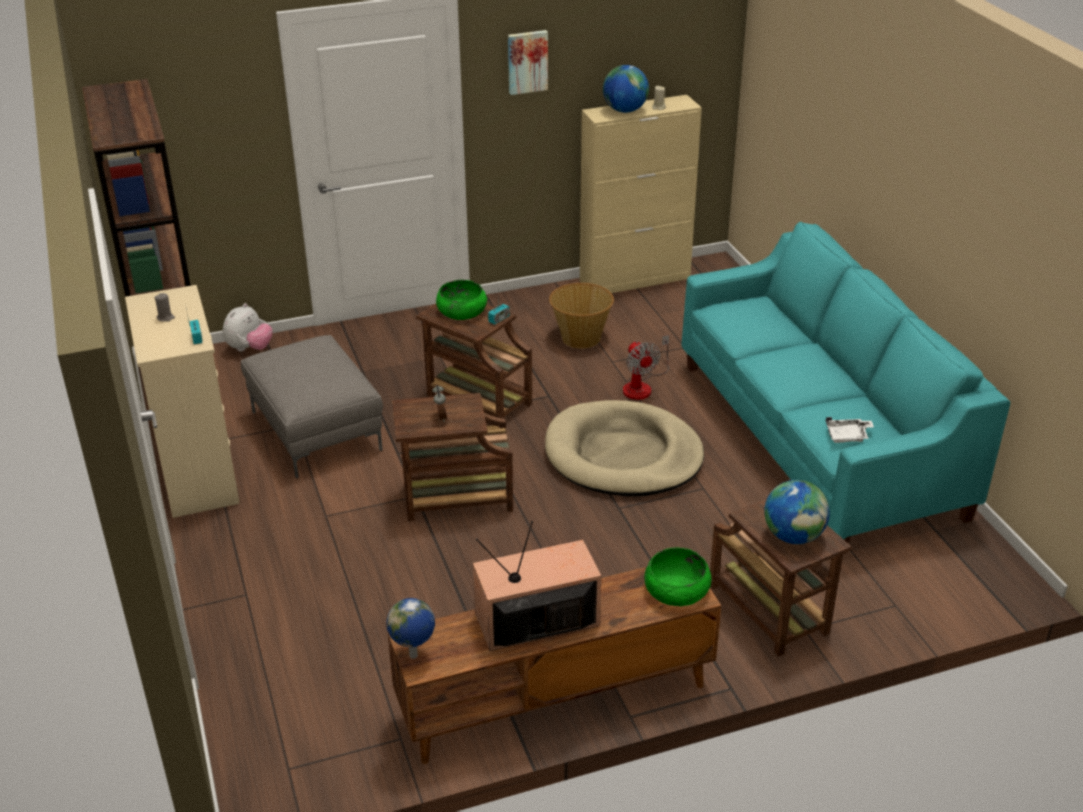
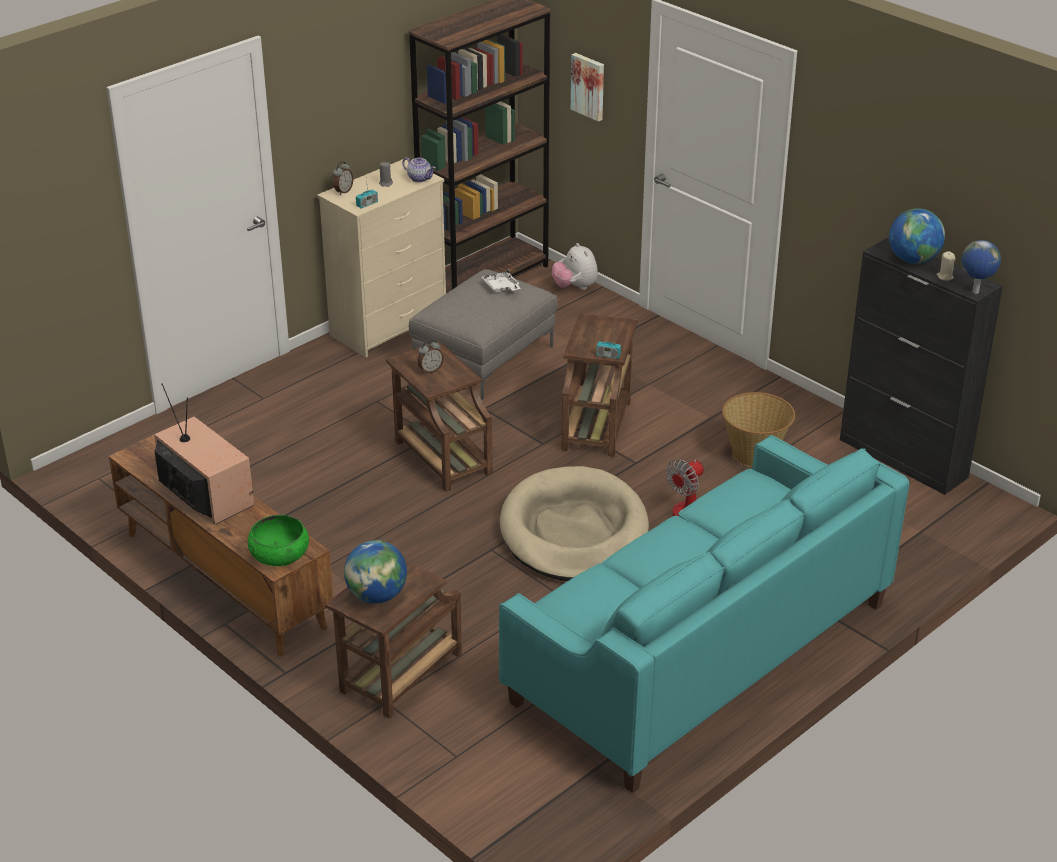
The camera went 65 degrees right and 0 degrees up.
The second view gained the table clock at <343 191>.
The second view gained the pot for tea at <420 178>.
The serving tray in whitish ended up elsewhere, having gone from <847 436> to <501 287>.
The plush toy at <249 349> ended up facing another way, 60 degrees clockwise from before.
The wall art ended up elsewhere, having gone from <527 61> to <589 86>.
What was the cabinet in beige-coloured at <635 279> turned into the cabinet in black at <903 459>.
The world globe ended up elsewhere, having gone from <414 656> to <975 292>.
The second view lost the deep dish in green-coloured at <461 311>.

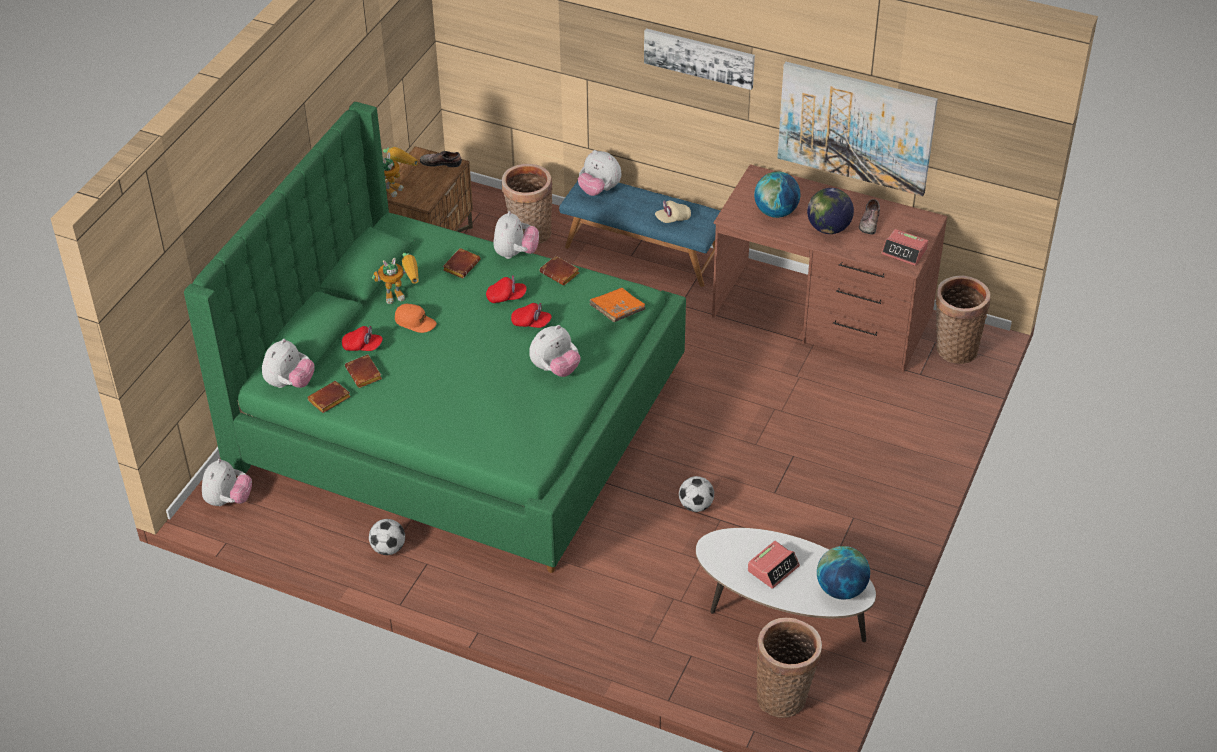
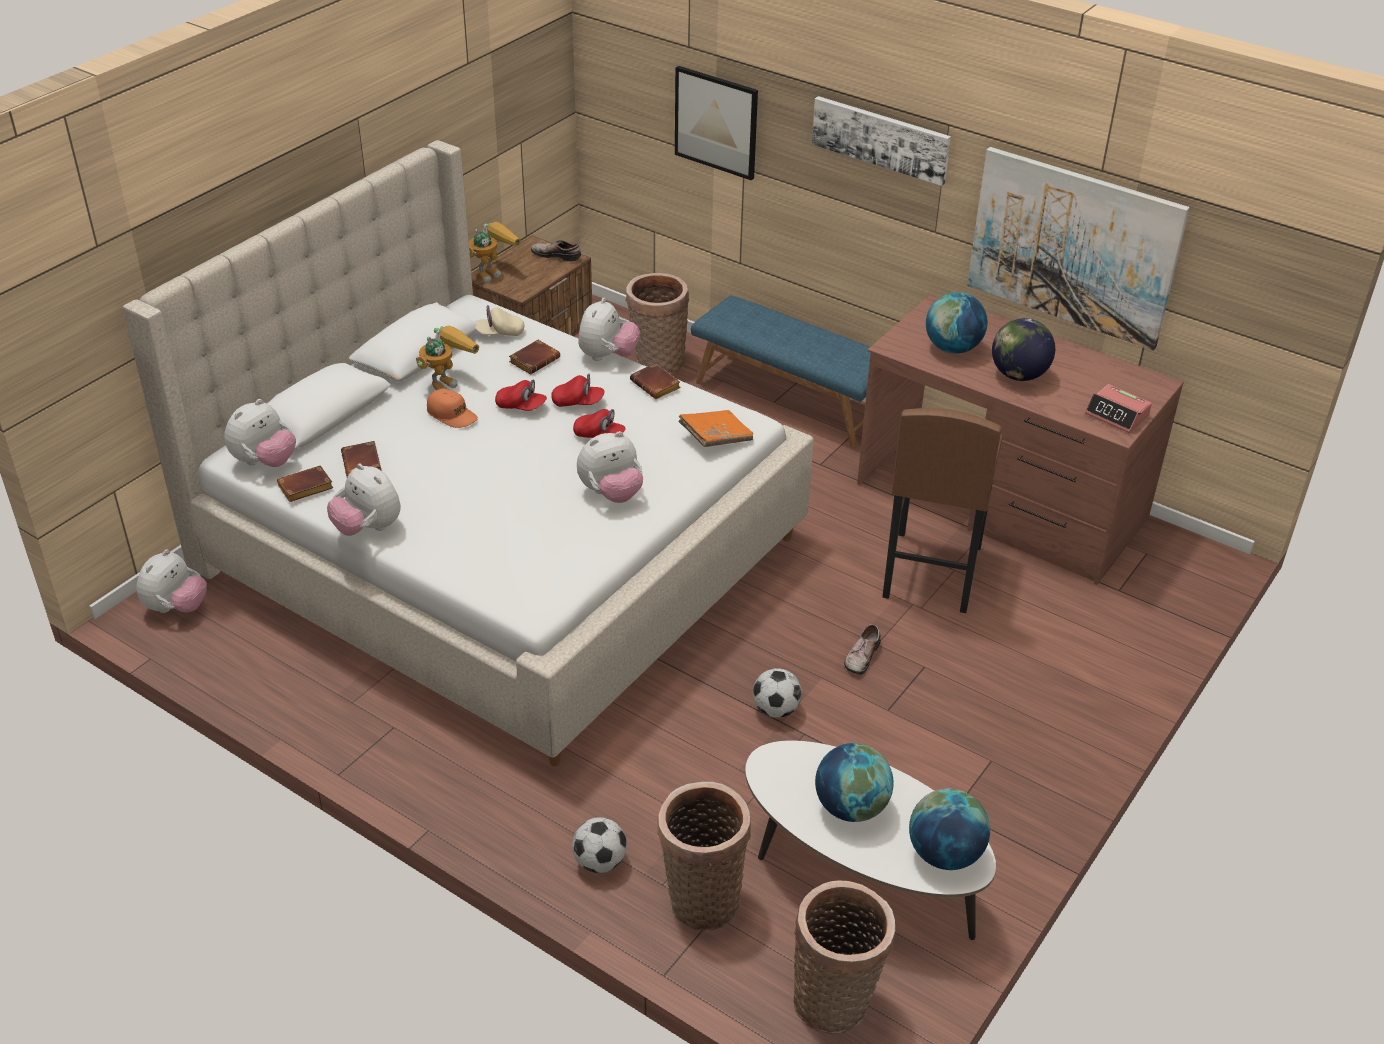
The camera went 10 degrees right and 5 degrees down.
What was the sleeping bed in green-coloured at <457 415> turned into the sleeping bed in beige-coloured at <499 550>.
The plush toy ended up elsewhere, having gone from <599 190> to <368 528>.
The robot figure at <401 294> ended up facing another way, 45 degrees counterclockwise from before.
The cap in beige-coloured ended up elsewhere, having gone from <673 219> to <499 333>.
The cap in red ended up elsewhere, having gone from <362 346> to <521 407>.
The football ball ended up elsewhere, having gone from <388 548> to <600 862>.
The basket ended up elsewhere, having gone from <954 348> to <701 898>.
The second view gained the wall art at <716 122>.
Where the table clock stood at <773 568>, the world globe came to stand at <851 807>.
The shoe ended up elsewhere, having gone from <868 222> to <861 656>.
The second view gained the stool in brown-coloured at <930 572>.

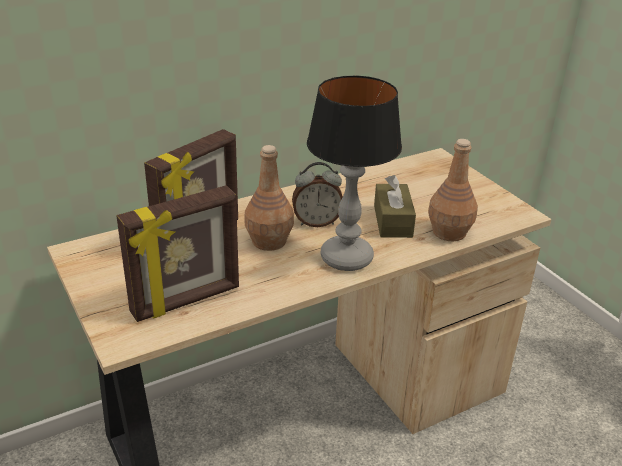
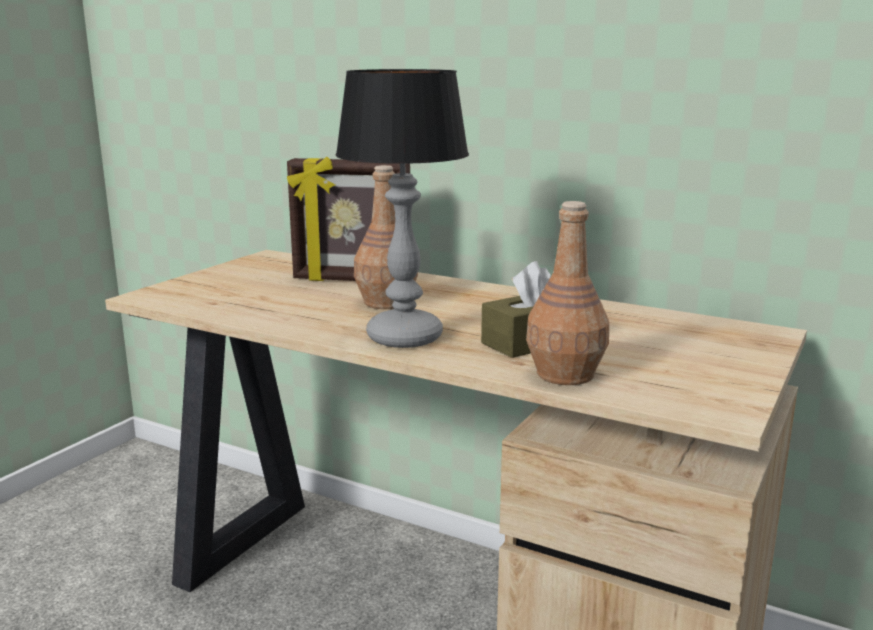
The camera went 60 degrees right and 15 degrees down.
The second view lost the standing frame at <186 301>.
The second view lost the table clock at <316 222>.

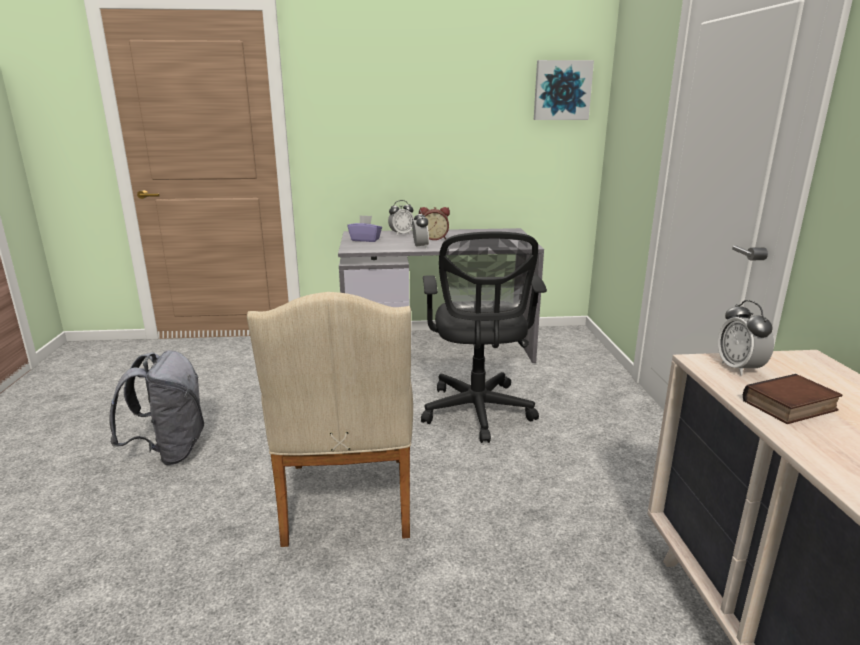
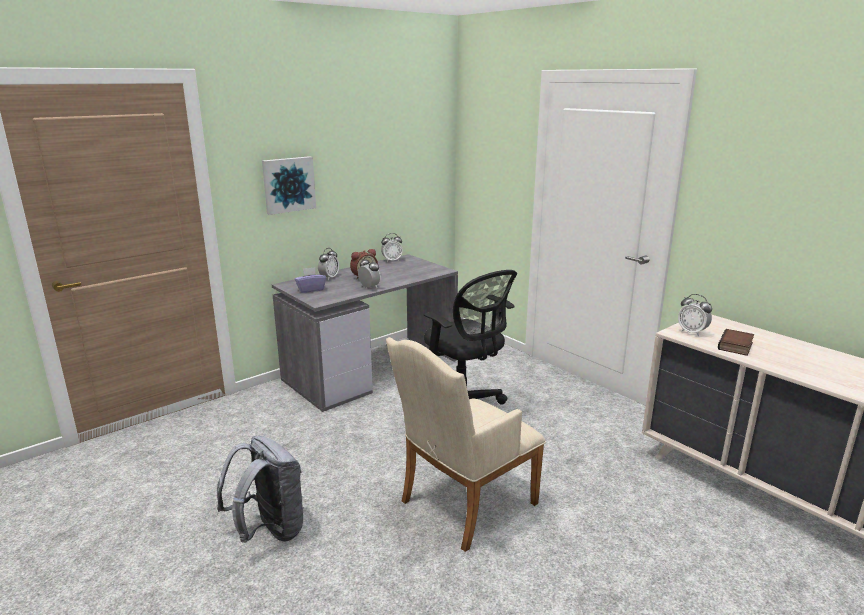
The camera went 35 degrees left and 0 degrees up.
The wall art ended up elsewhere, having gone from <562 90> to <288 184>.
The second view gained the table clock at <392 260>.
The lounge chair in beige-coloured at <346 505> ended up facing another way, 90 degrees clockwise from before.

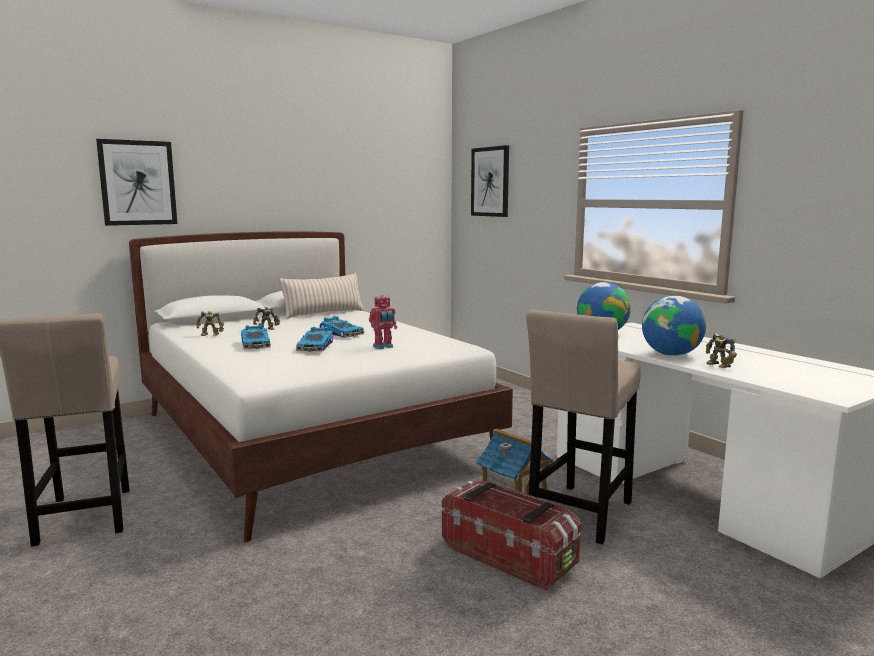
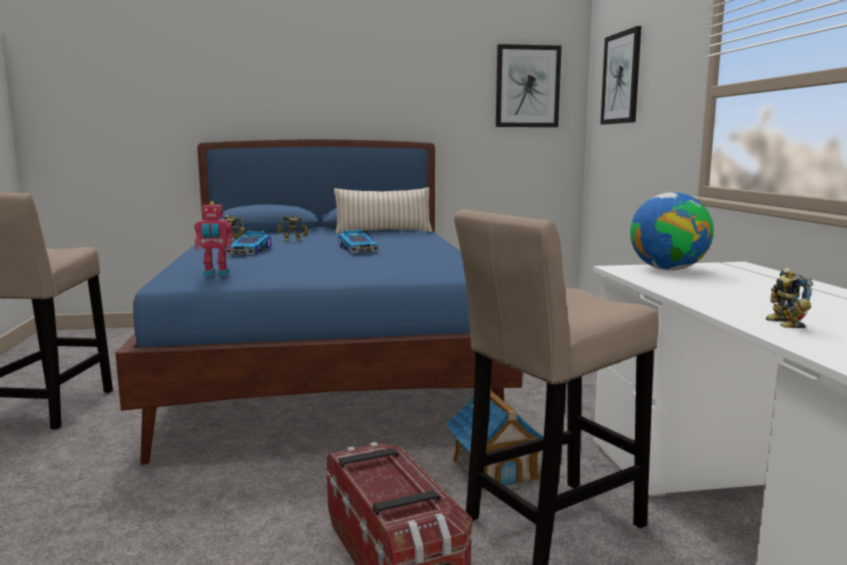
The camera went 25 degrees right and 0 degrees up.
What was the sleeping bed in whitish at <309 438> turned into the sleeping bed in blue-coloured at <328 369>.
The robot figure ended up elsewhere, having gone from <383 347> to <215 274>.
The wall art ended up elsewhere, having gone from <138 183> to <527 86>.
The second view lost the miniature car at <316 346>.
The second view lost the world globe at <670 354>.

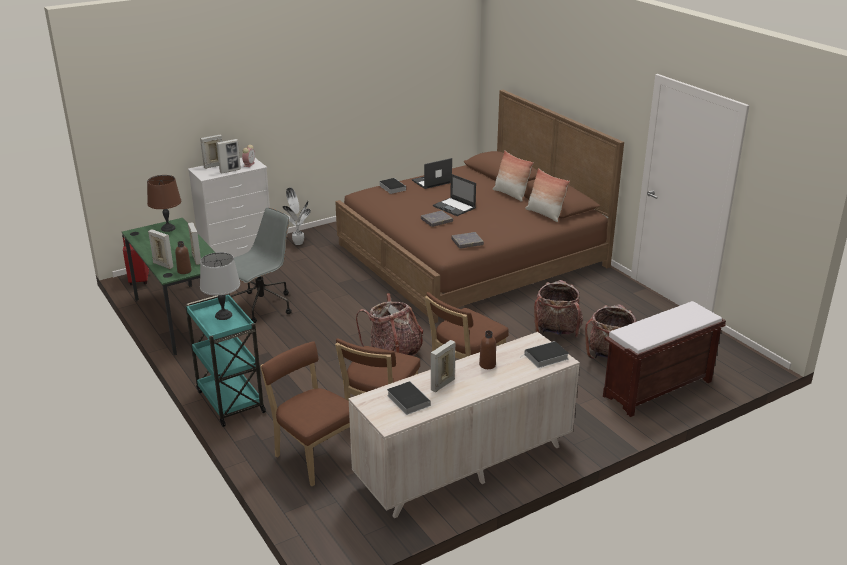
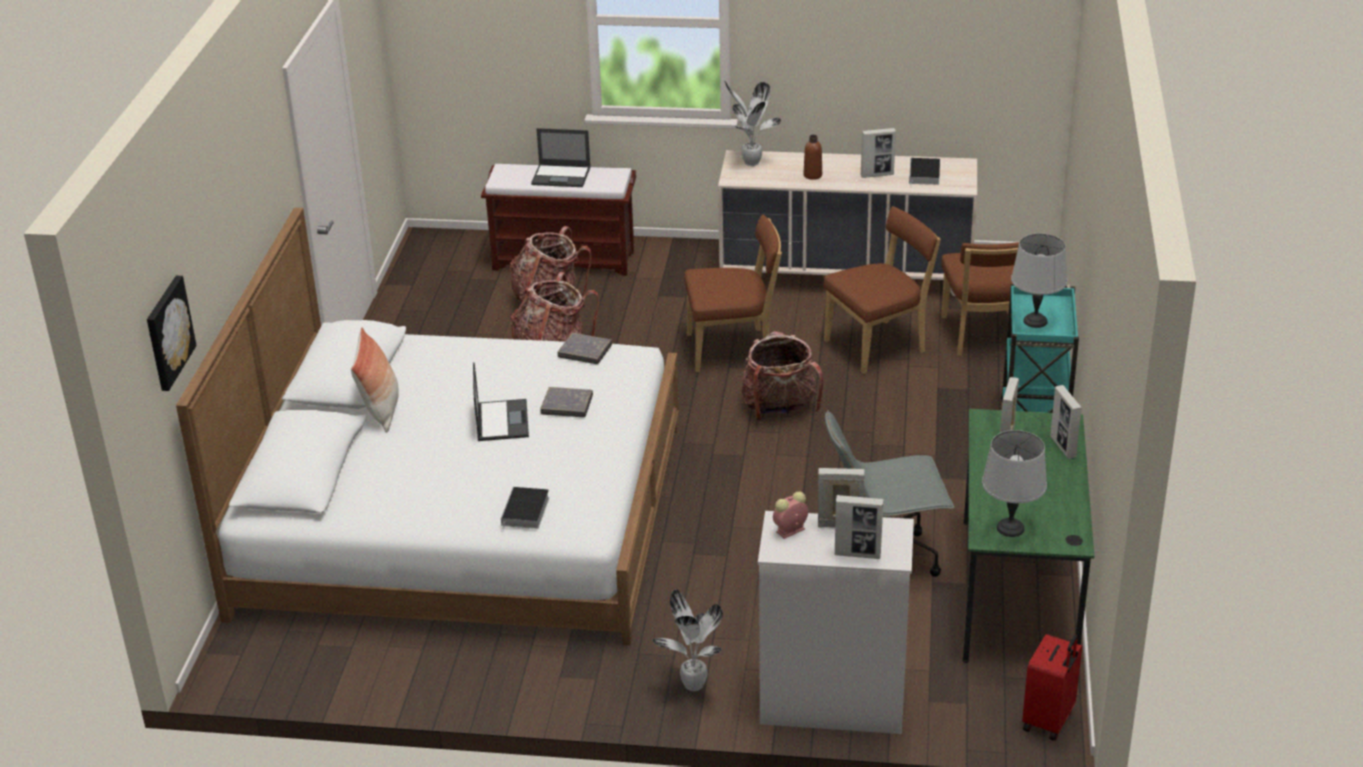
The camera went 140 degrees left and 5 degrees up.
The second view gained the wall art at <167 332>.
What was the sleeping bed in brown-coloured at <471 255> turned into the sleeping bed in whitish at <463 517>.
The notebook computer ended up elsewhere, having gone from <431 181> to <562 176>.
Where the volume stood at <545 357>, the plant in a pot came to stand at <750 163>.
What was the tabletop lamp in brown-coloured at <168 228> turned into the tabletop lamp in greyish at <1009 528>.
The second view lost the beverage bottle in brown-coloured at <184 271>.
The second view lost the pillow at <544 214>.

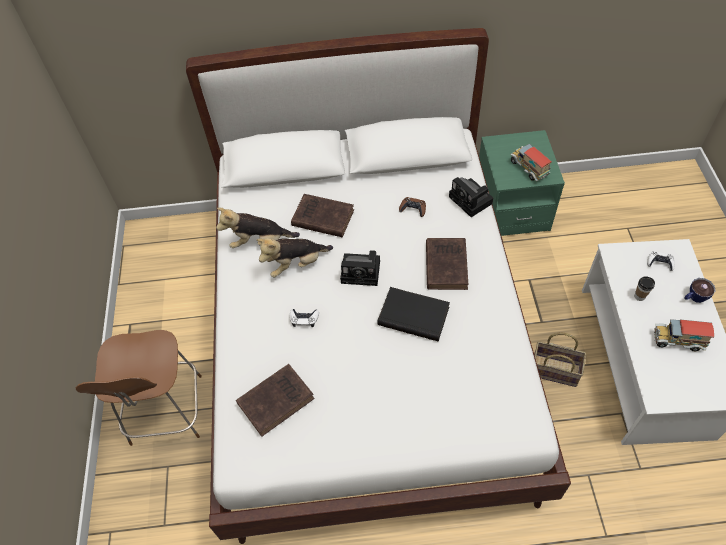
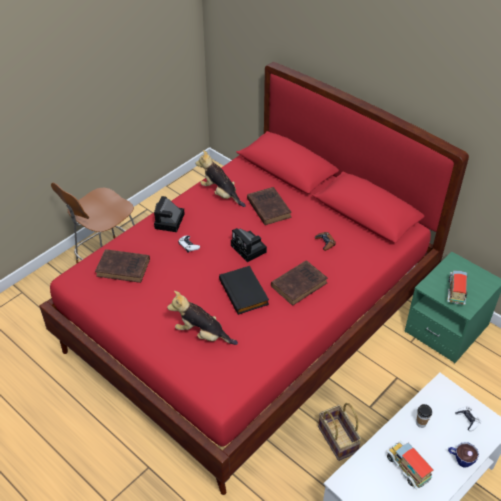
The camera went 45 degrees right and 10 degrees down.
What was the sleeping bed in whitish at <369 340> turned into the sleeping bed in red at <251 321>.
The still camera ended up elsewhere, having gone from <472 201> to <169 222>.
The plush toy ended up elsewhere, having gone from <296 264> to <202 334>.

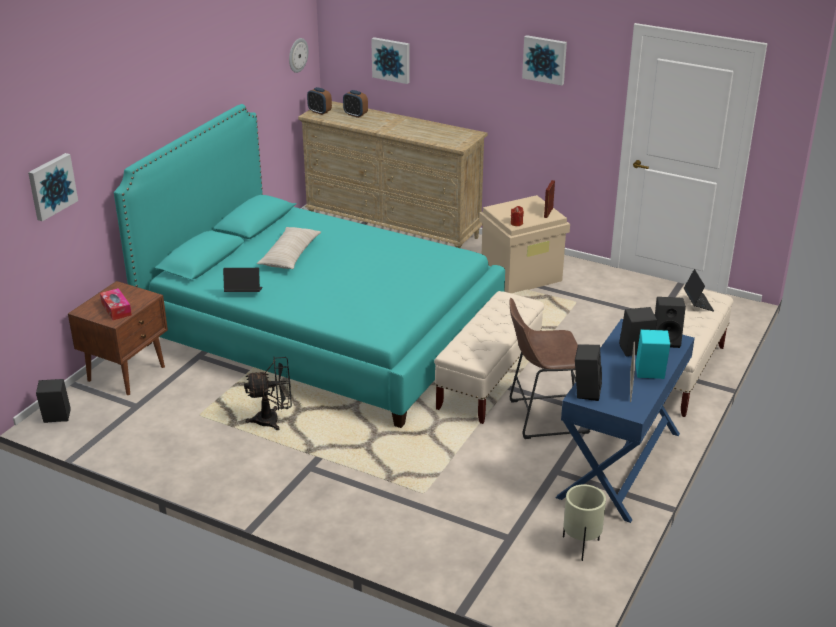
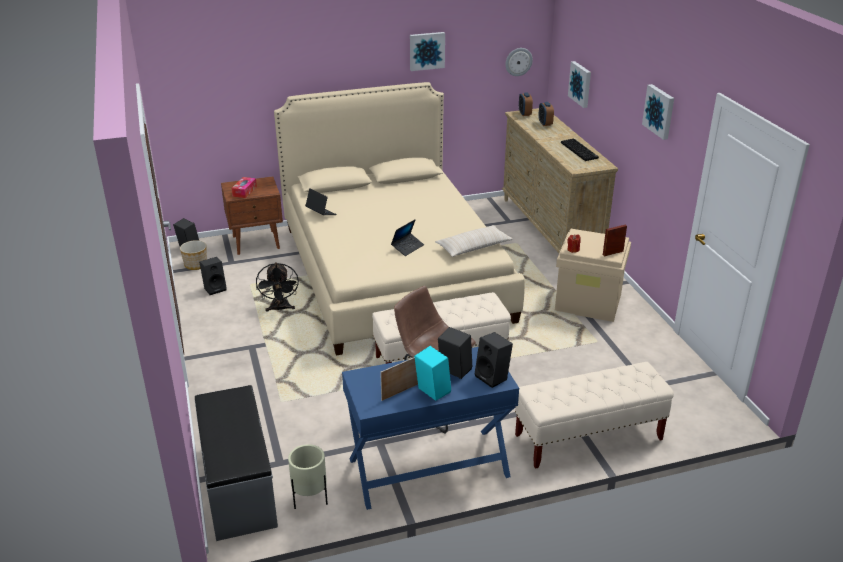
The camera went 45 degrees right and 0 degrees up.
The second view gained the flower pot at <196 265>.
The second view gained the indoor bench in greyish at <237 486>.
The speaker in black ended up elsewhere, having gone from <585 391> to <215 288>.
The electric fan in black at <273 420> ended up facing another way, 45 degrees clockwise from before.
What was the sleeping bed in turquoise-coloured at <321 331> turned into the sleeping bed in beige-coloured at <392 272>.
The notebook computer ended up elsewhere, having gone from <697 303> to <407 247>.
The wall art ended up elsewhere, having gone from <51 186> to <426 51>.
The pillow in beige-coloured ended up elsewhere, having gone from <290 255> to <473 247>.
The second view gained the computer keyboard at <580 150>.

